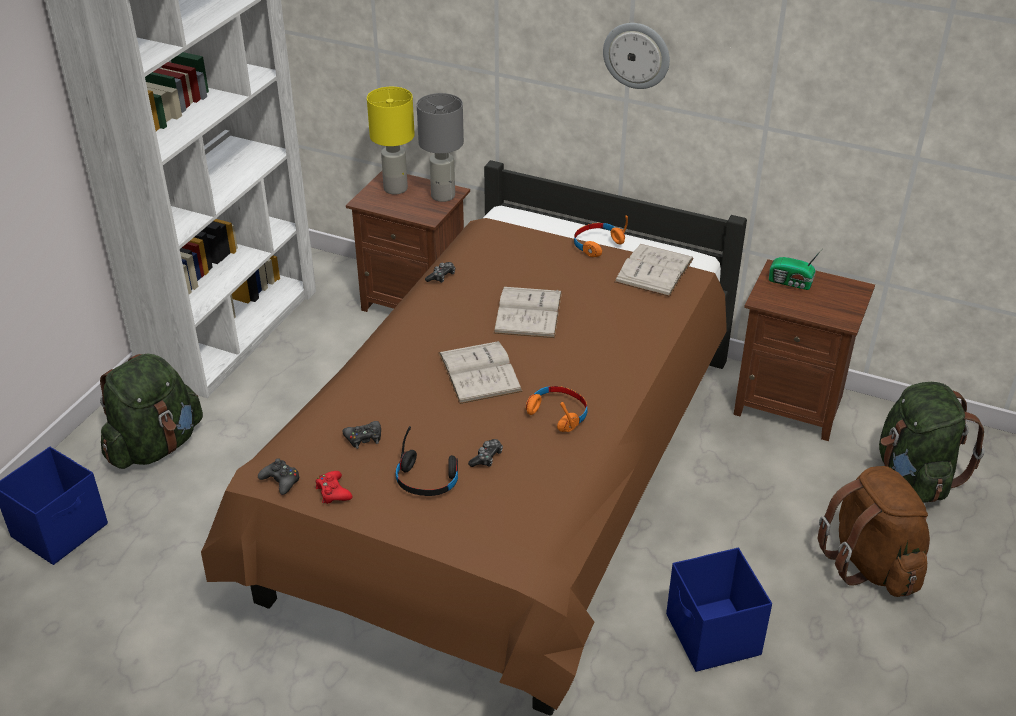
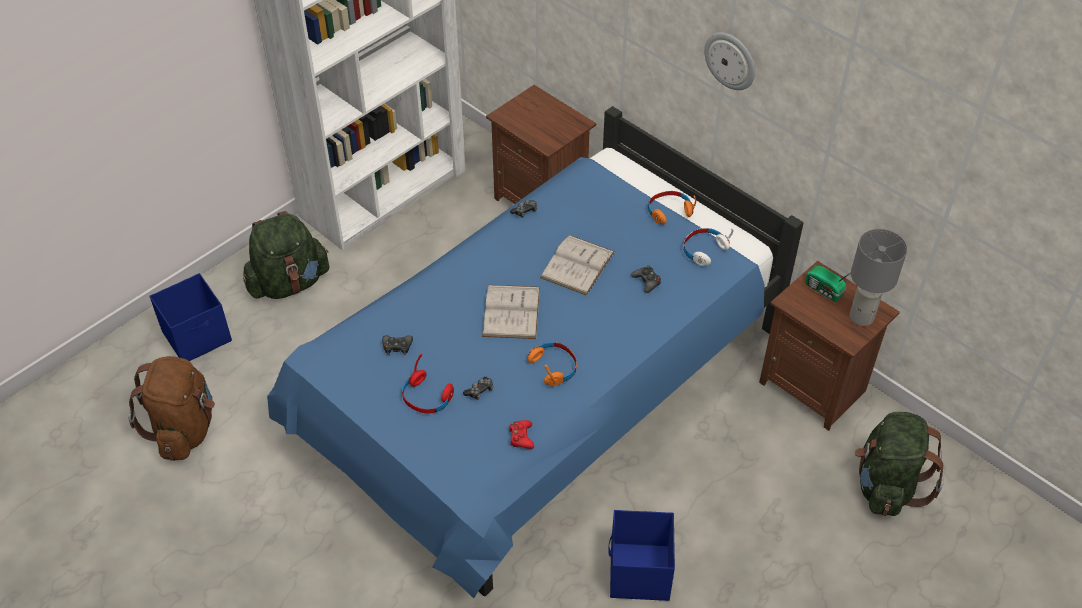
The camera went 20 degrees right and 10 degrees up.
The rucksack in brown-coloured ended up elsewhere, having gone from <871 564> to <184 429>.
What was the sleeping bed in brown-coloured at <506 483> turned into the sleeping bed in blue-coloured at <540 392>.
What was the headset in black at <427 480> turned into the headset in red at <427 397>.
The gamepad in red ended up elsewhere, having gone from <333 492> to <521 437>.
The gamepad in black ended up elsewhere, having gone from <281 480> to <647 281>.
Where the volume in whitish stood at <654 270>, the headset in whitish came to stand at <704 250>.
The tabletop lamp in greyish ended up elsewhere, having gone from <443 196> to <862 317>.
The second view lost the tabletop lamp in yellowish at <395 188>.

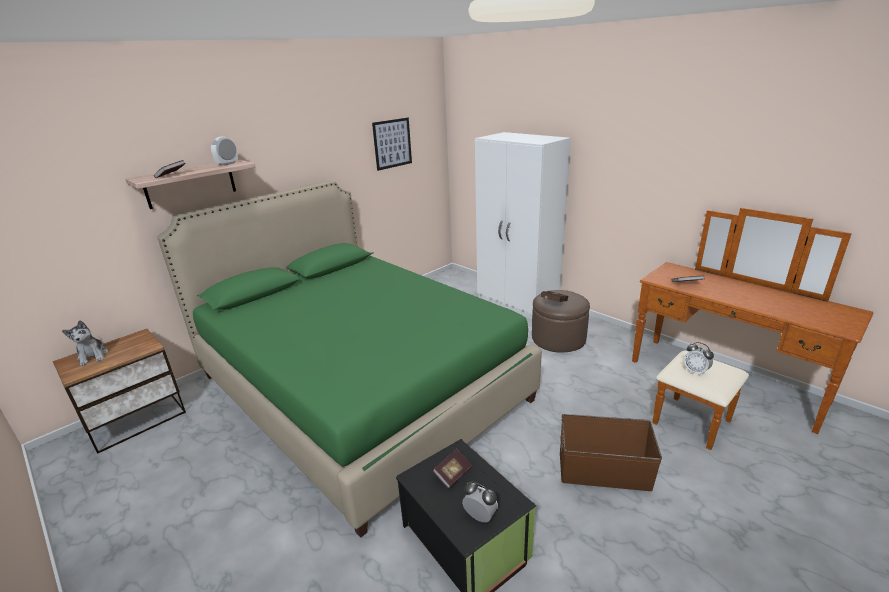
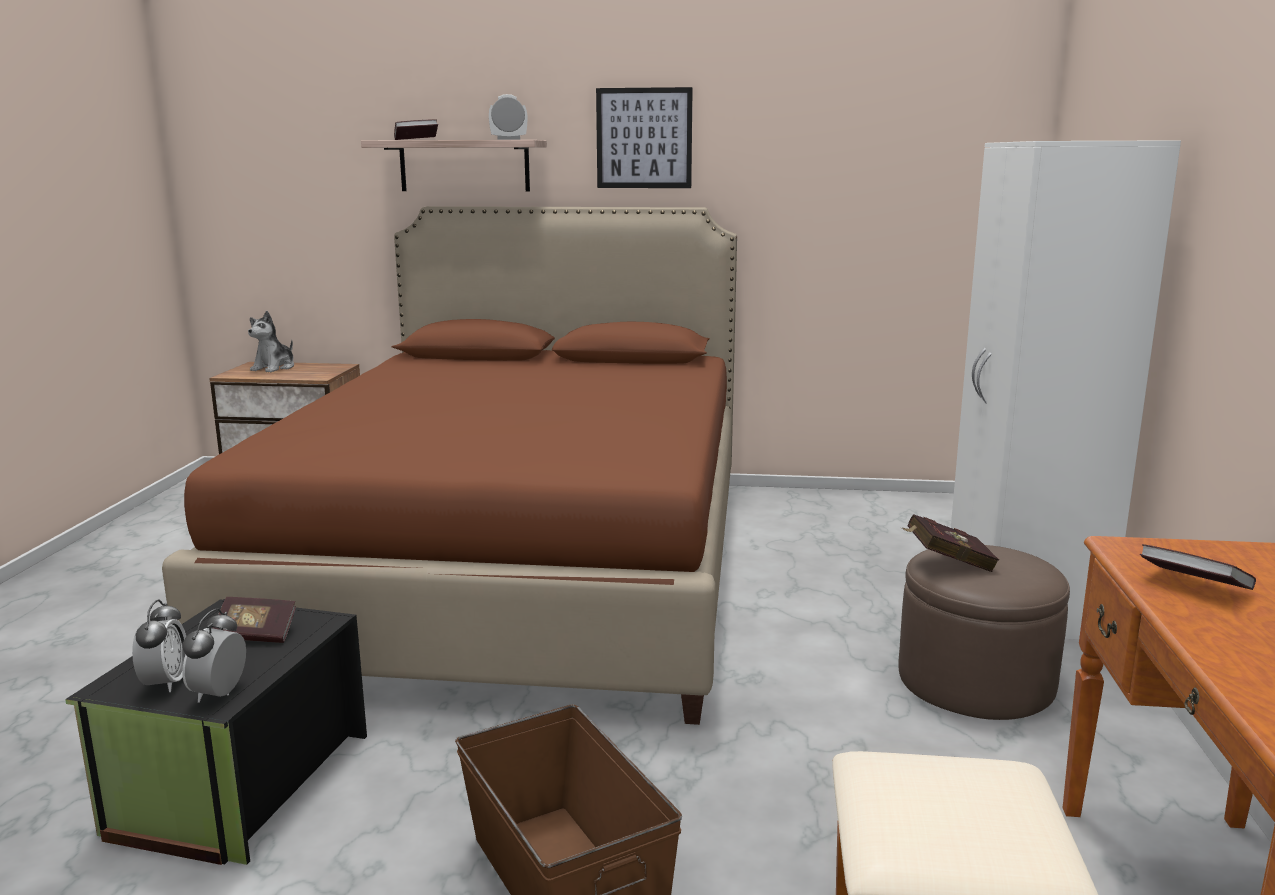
The camera went 50 degrees right and 10 degrees down.
What was the sleeping bed in green-coloured at <360 388> turned into the sleeping bed in brown-coloured at <520 567>.
The table clock ended up elsewhere, having gone from <695 371> to <219 694>.
The wall art ended up elsewhere, having gone from <392 143> to <644 138>.

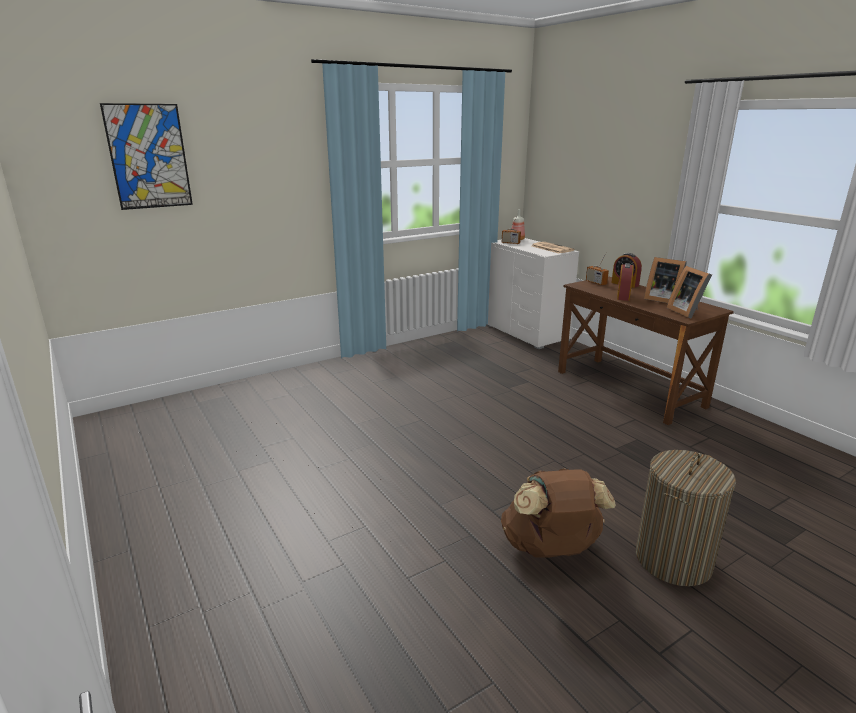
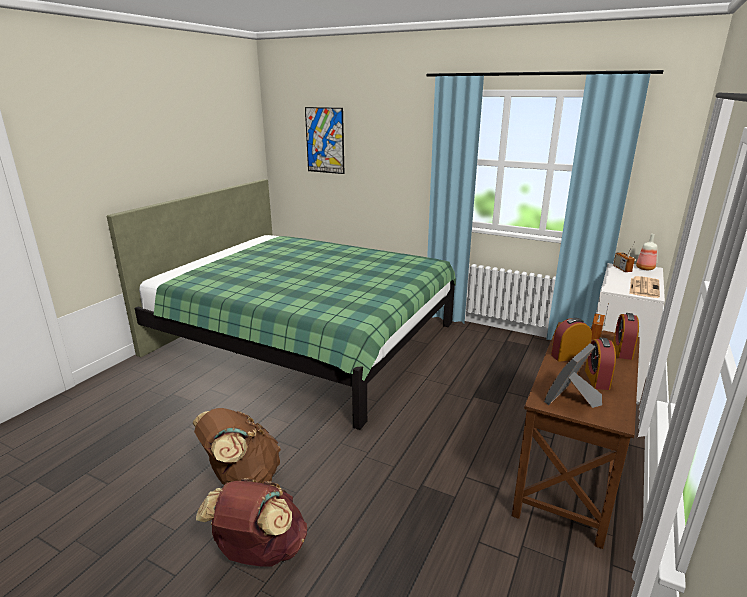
The camera went 60 degrees right and 0 degrees up.
The second view gained the sleeping bed in green-coloured at <305 339>.
Where the laundry basket stood at <673 560>, the rucksack in brown-coloured came to stand at <259 552>.
Where the standing frame stood at <661 299>, the table clock came to stand at <597 379>.

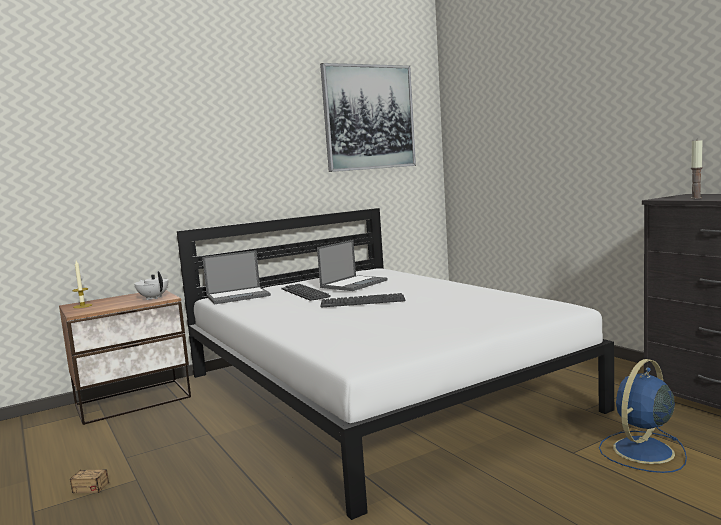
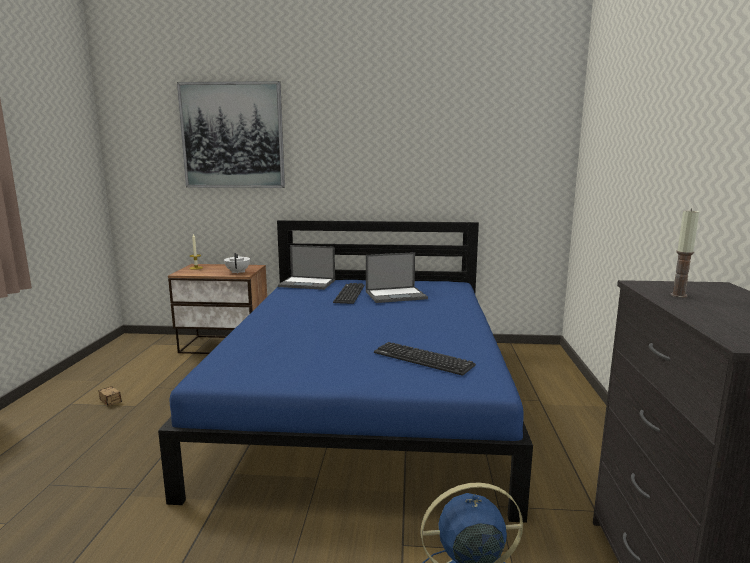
The camera went 35 degrees right and 5 degrees up.
What was the sleeping bed in whitish at <375 390> turned into the sleeping bed in blue-coloured at <366 399>.
The wall art ended up elsewhere, having gone from <369 117> to <232 136>.
The computer keyboard ended up elsewhere, having gone from <362 302> to <423 359>.

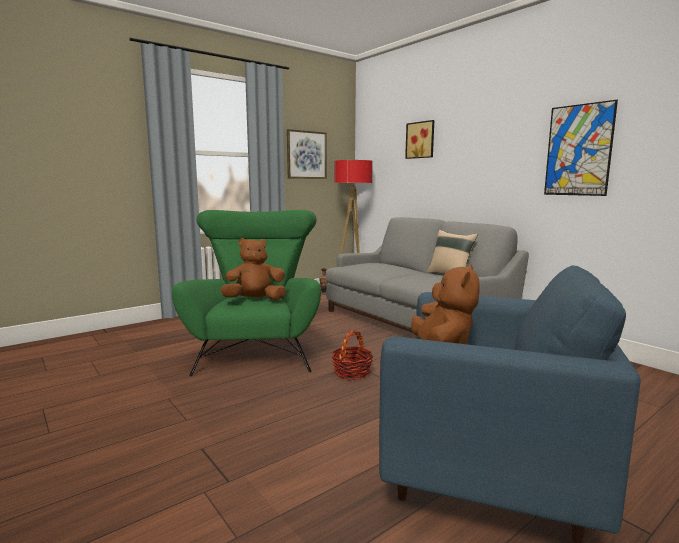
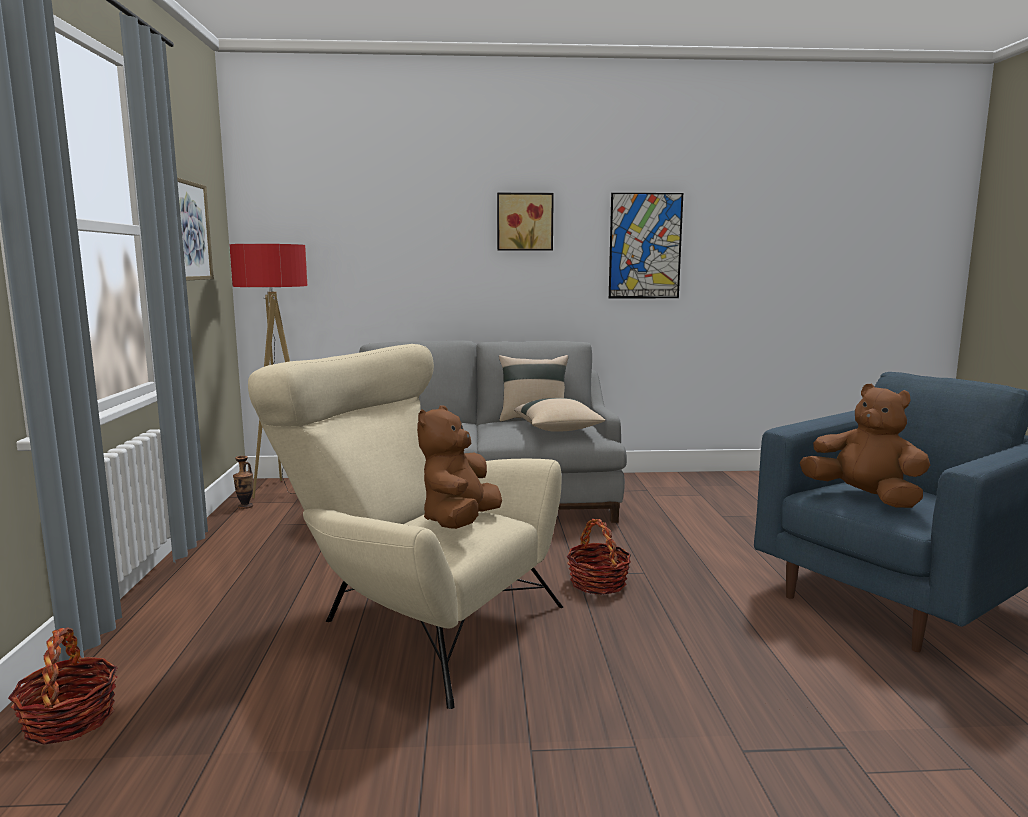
The camera went 55 degrees left and 0 degrees up.
The second view gained the basket at <69 720>.
What was the lounge chair in green-coloured at <256 349> turned into the lounge chair in beige-coloured at <416 622>.
The wall art ended up elsewhere, having gone from <421 140> to <524 222>.
The second view gained the pillow in beige-coloured at <558 430>.

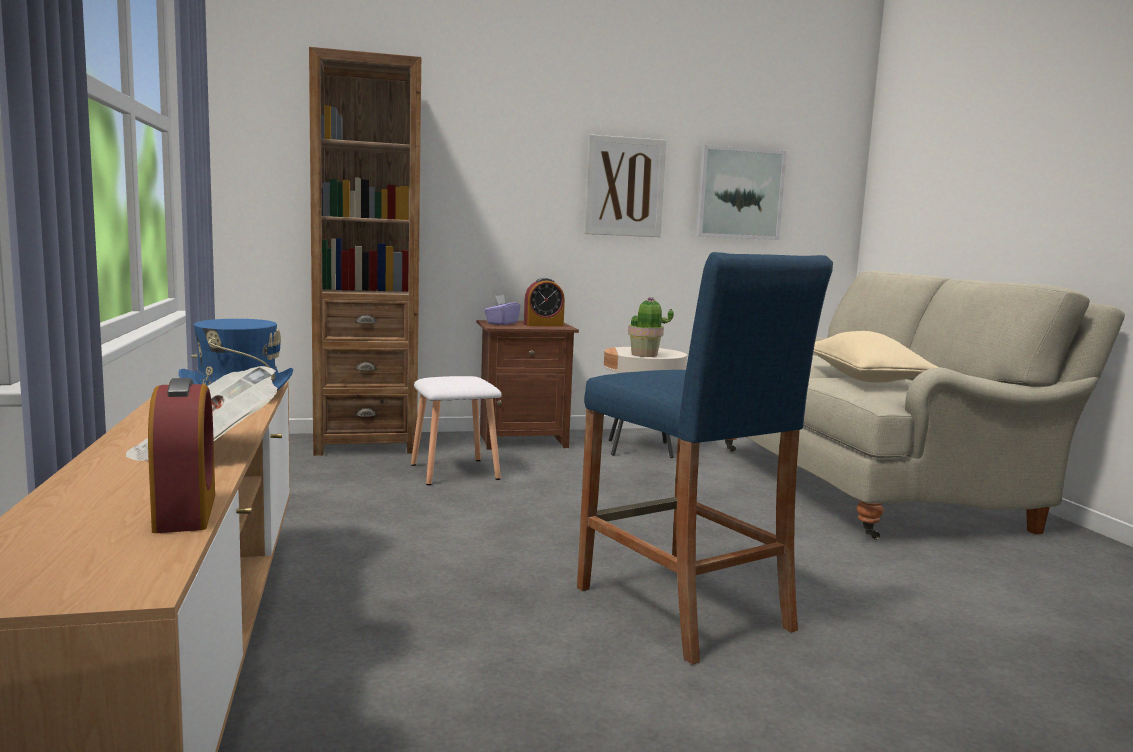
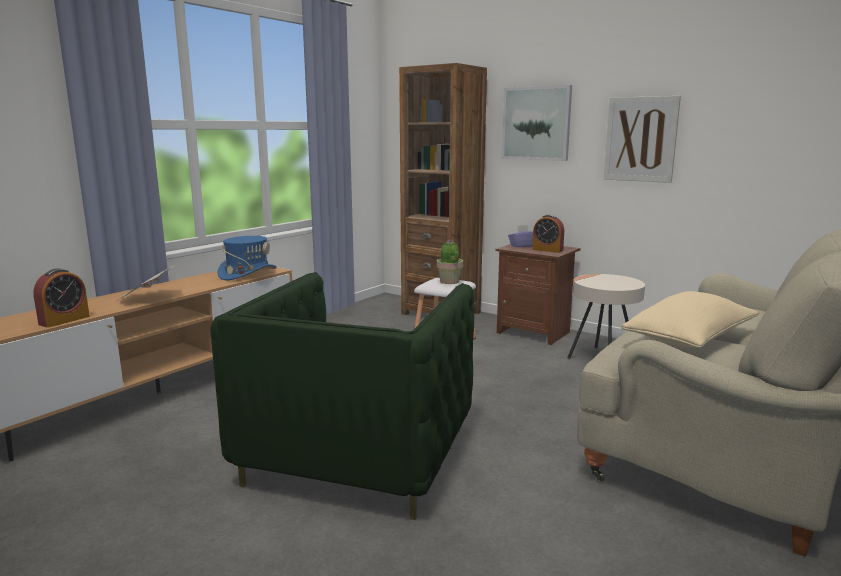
The camera went 50 degrees right and 5 degrees up.
Where the stool in blue-coloured stood at <681 608>, the lounge chair in green-coloured came to stand at <358 456>.
The plant in a pot ended up elsewhere, having gone from <644 355> to <449 281>.
The wall art ended up elsewhere, having gone from <739 193> to <536 123>.

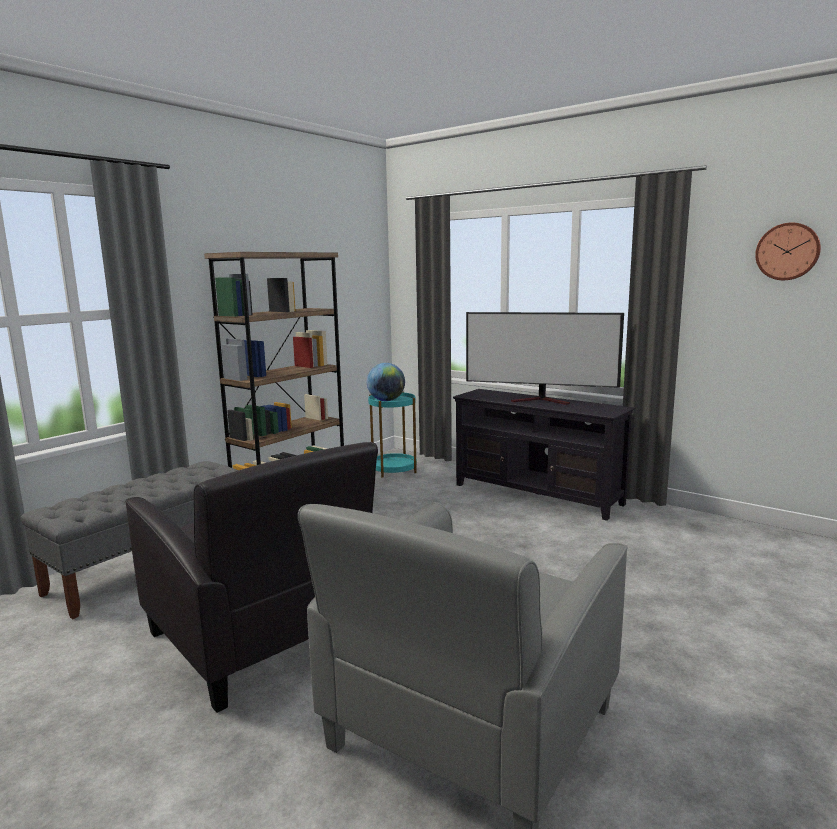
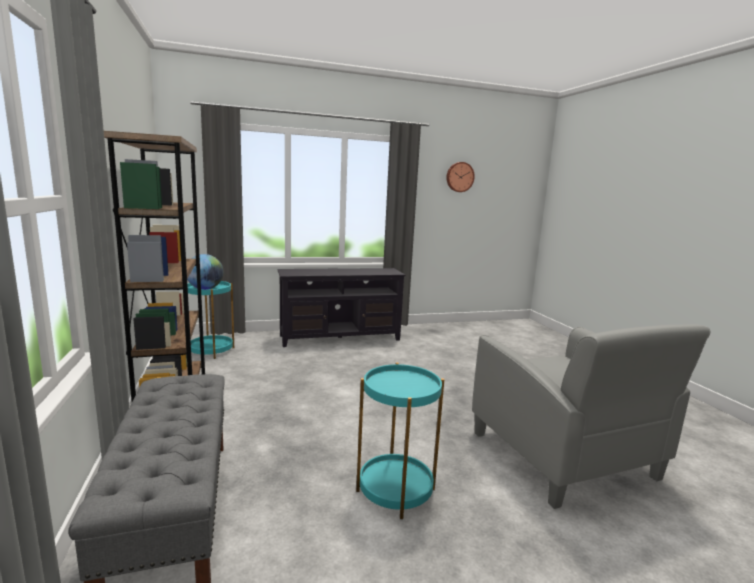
The camera went 55 degrees left and 0 degrees up.
Where the lounge chair in black stood at <264 635>, the accent table in turquoise-coloured came to stand at <395 490>.
The second view lost the television at <542 401>.

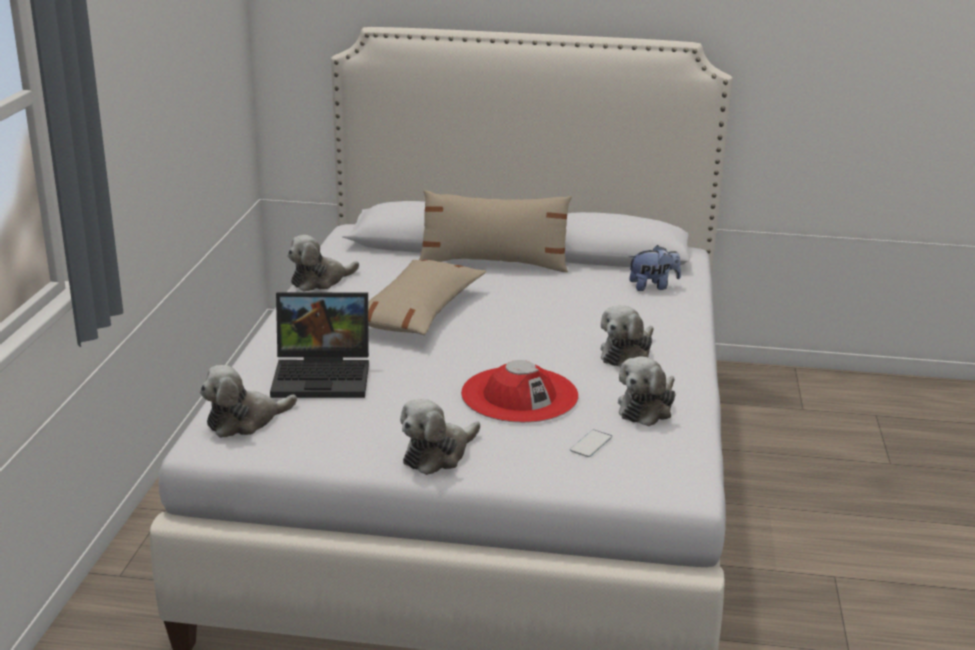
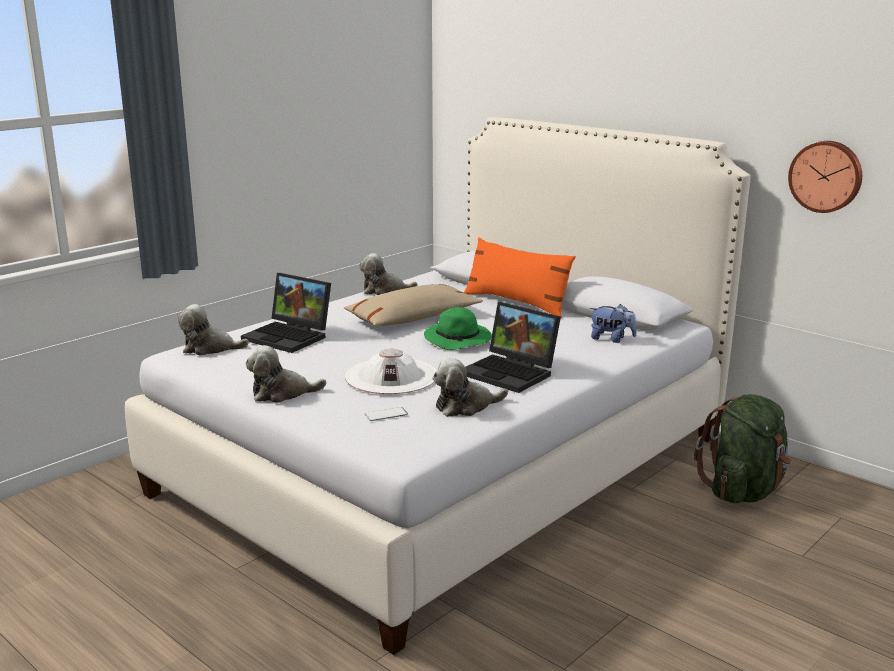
The camera went 35 degrees right and 5 degrees down.
What was the wearable hat in red at <519 395> turned into the wearable hat in whitish at <391 376>.
The second view gained the wearable hat in green-coloured at <458 340>.
What was the pillow in beige-coloured at <493 263> turned into the pillow in orange-coloured at <517 303>.
Where the plush toy stood at <627 354>, the notebook computer came to stand at <512 373>.
The second view gained the rucksack in green-coloured at <743 491>.
The second view gained the wall clock at <826 176>.

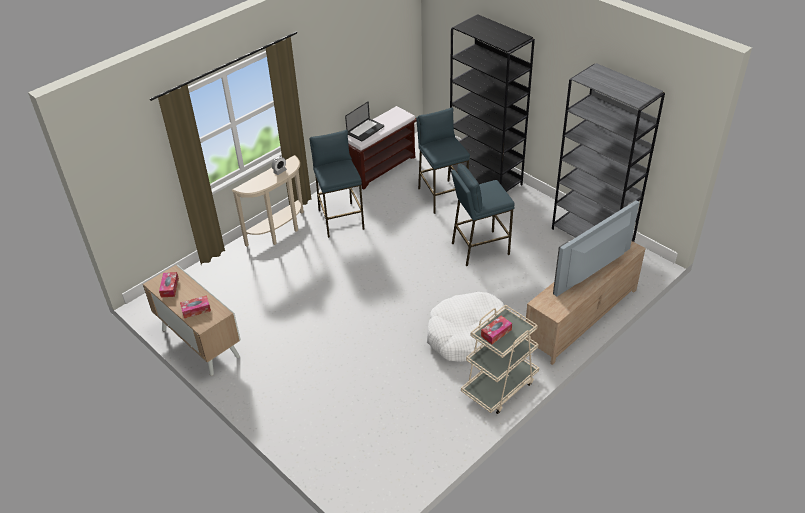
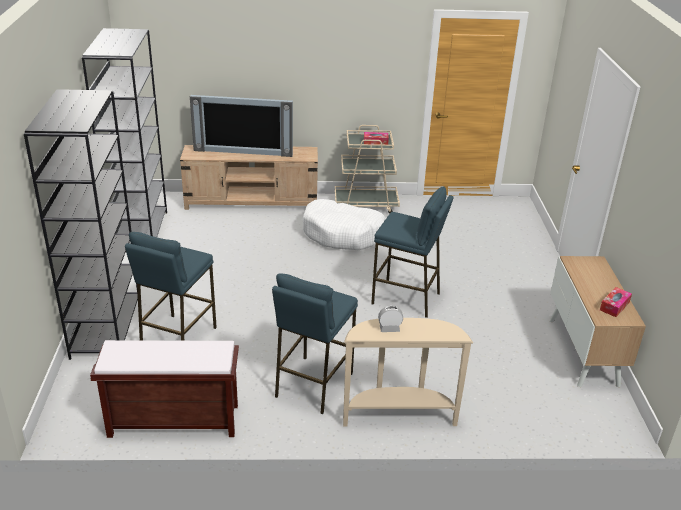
The camera went 140 degrees left and 10 degrees down.
The stool in blue-coloured ended up elsewhere, having gone from <479 248> to <406 298>.
The second view lost the tissue holder at <196 310>.
The second view lost the notebook computer at <365 130>.

